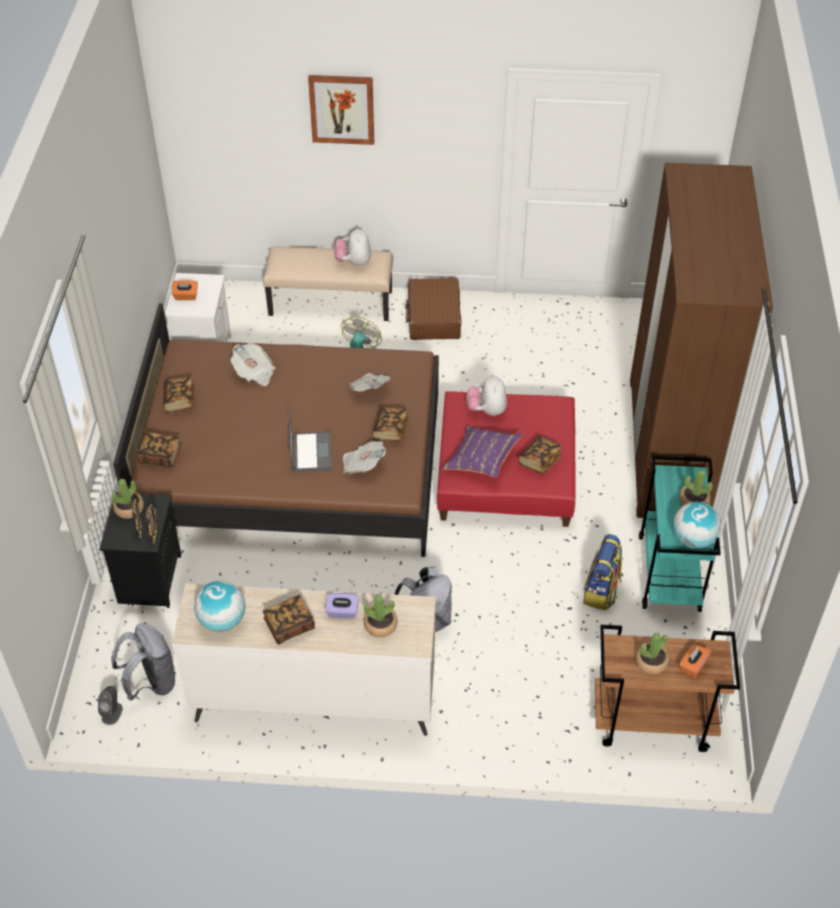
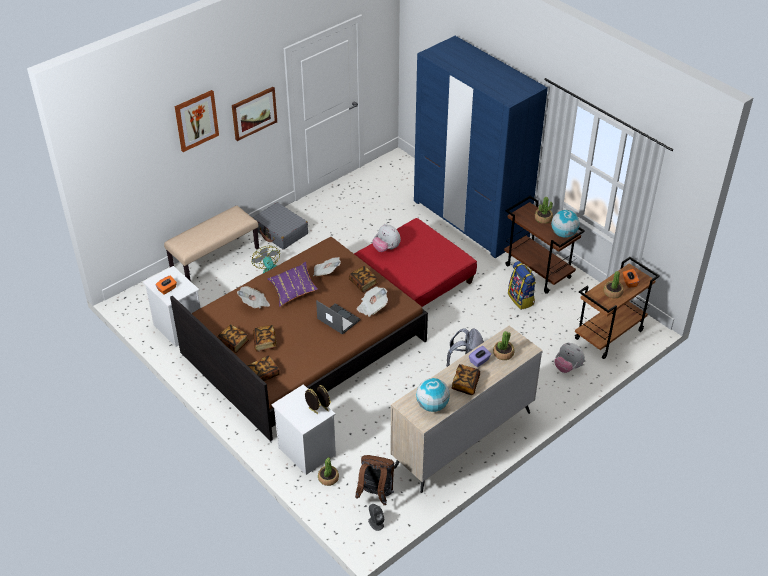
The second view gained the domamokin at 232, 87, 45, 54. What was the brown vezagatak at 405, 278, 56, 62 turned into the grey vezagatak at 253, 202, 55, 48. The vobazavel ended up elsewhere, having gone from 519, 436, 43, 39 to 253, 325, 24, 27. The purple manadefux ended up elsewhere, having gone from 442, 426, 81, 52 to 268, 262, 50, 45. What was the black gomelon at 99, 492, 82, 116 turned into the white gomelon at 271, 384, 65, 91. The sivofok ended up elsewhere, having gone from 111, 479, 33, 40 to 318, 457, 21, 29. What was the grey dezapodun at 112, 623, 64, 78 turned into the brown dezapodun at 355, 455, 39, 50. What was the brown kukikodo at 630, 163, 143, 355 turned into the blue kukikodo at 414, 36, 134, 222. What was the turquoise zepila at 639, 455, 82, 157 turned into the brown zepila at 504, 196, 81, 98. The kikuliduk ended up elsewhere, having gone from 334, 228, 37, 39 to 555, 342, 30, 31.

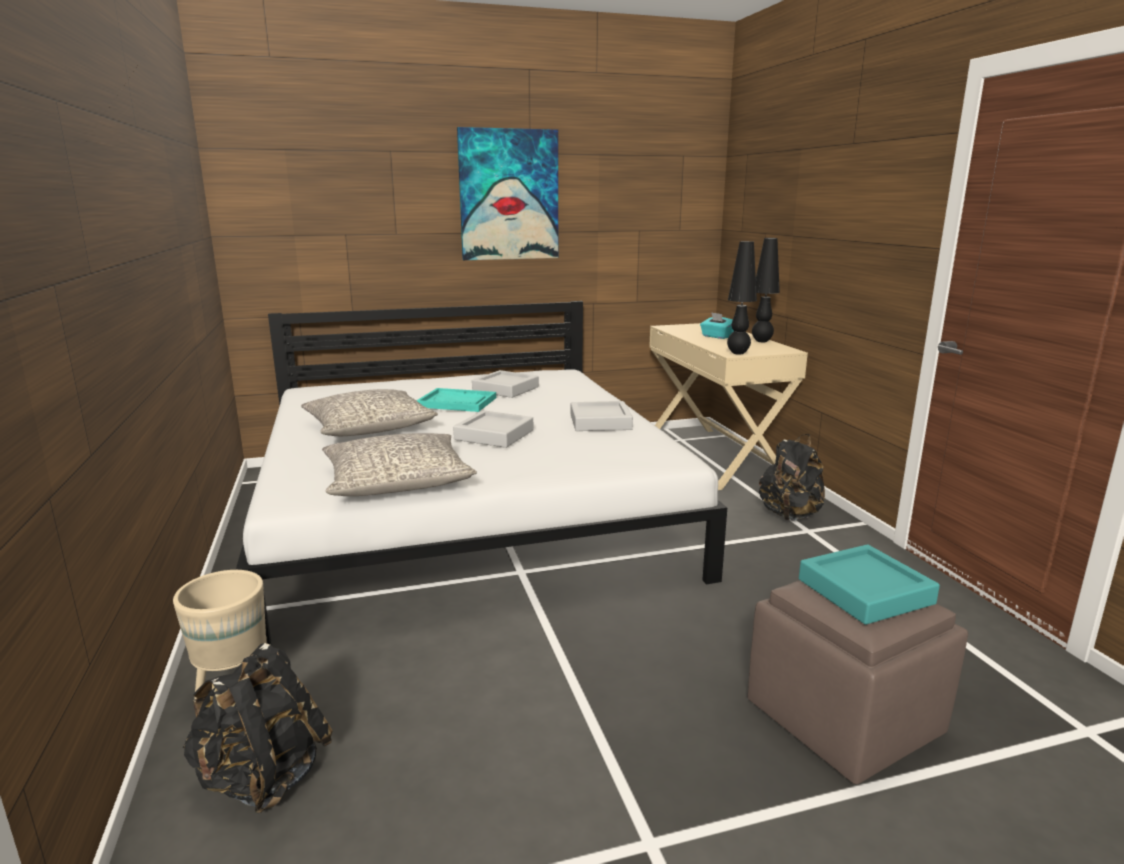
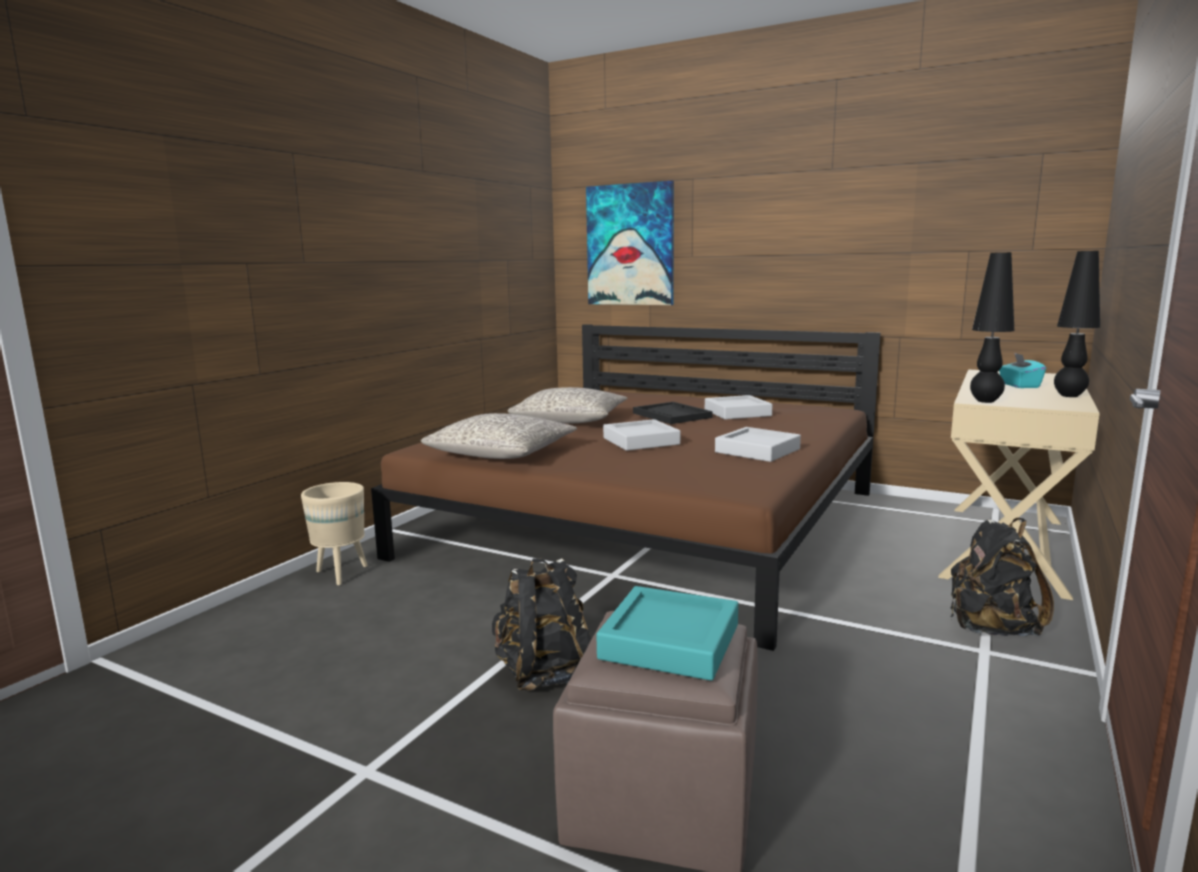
What was the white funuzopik at 236, 301, 491, 345 turned into the brown funuzopik at 371, 324, 510, 327. The black dezapodun ended up elsewhere, having gone from 182, 643, 151, 171 to 492, 558, 99, 133. The domamokin ended up elsewhere, having gone from 457, 127, 101, 133 to 586, 181, 88, 124. What was the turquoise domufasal at 416, 388, 80, 24 turned into the black domufasal at 633, 402, 80, 22.

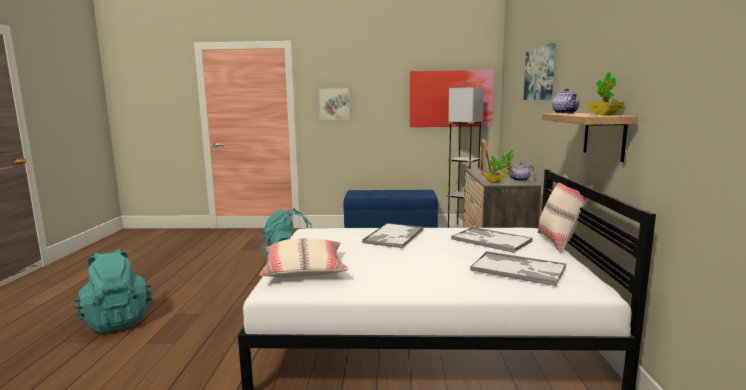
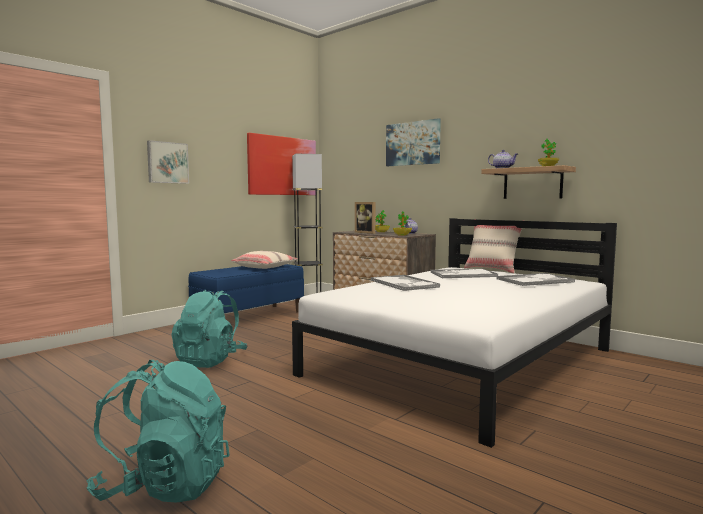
The beige manadefux ended up elsewhere, having gone from 260, 238, 88, 40 to 231, 251, 67, 18.

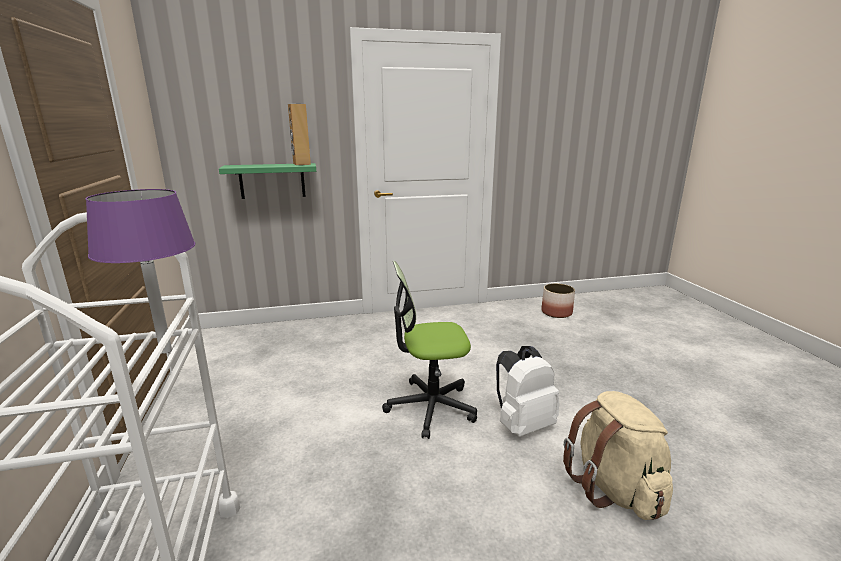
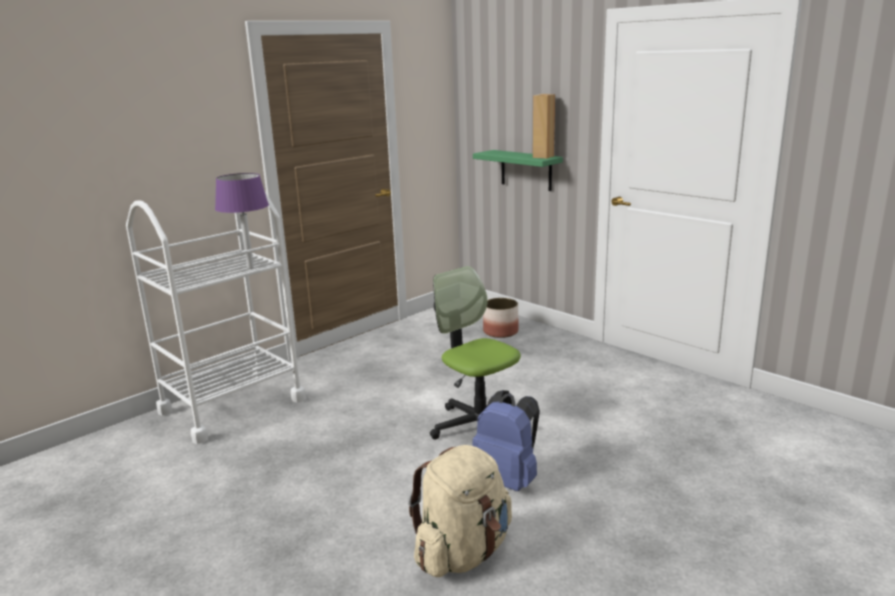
What was the white dezapodun at 496, 346, 63, 91 turned into the blue dezapodun at 472, 390, 68, 101. The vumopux ended up elsewhere, having gone from 541, 283, 34, 35 to 483, 298, 36, 40.

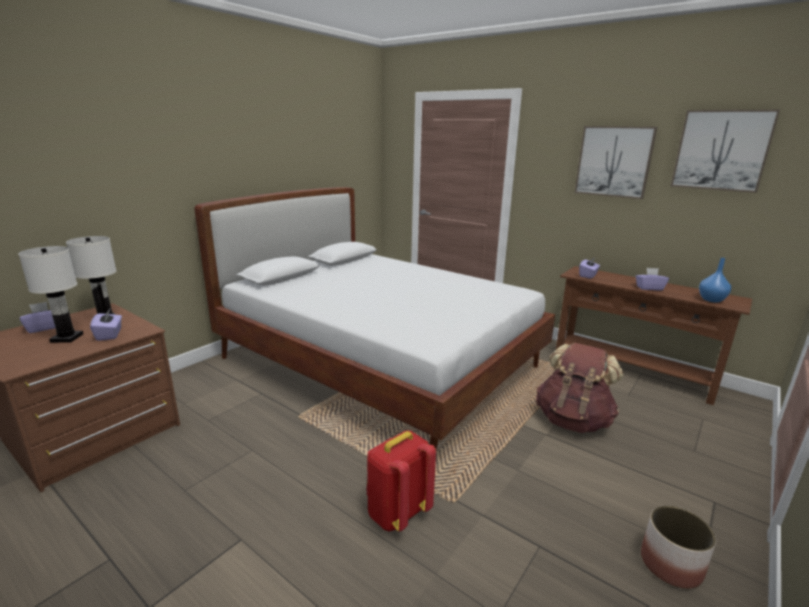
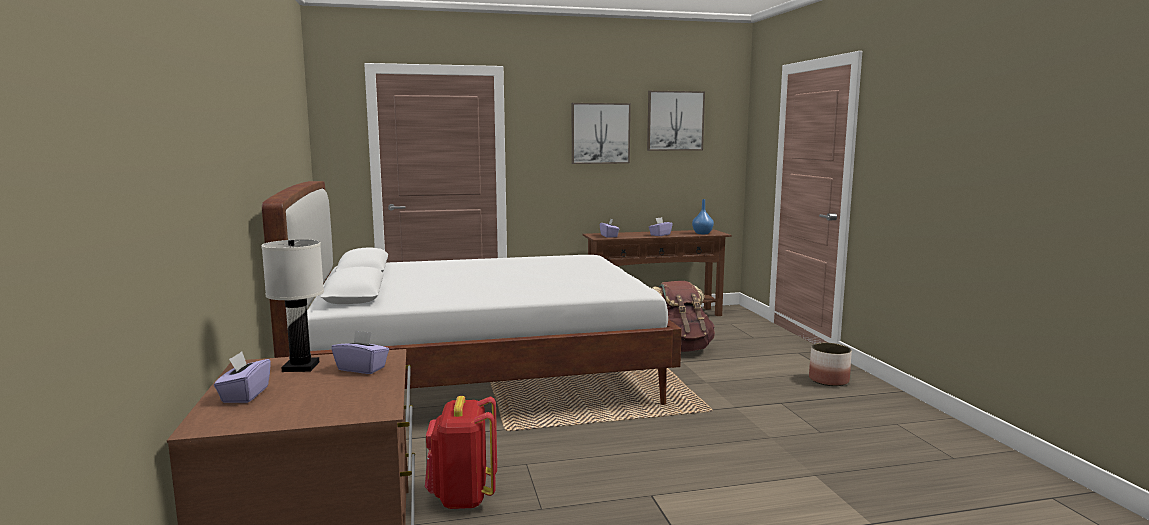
The red dezapodun ended up elsewhere, having gone from 366, 431, 70, 101 to 425, 396, 72, 113. The second view lost the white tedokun at 18, 246, 65, 97.

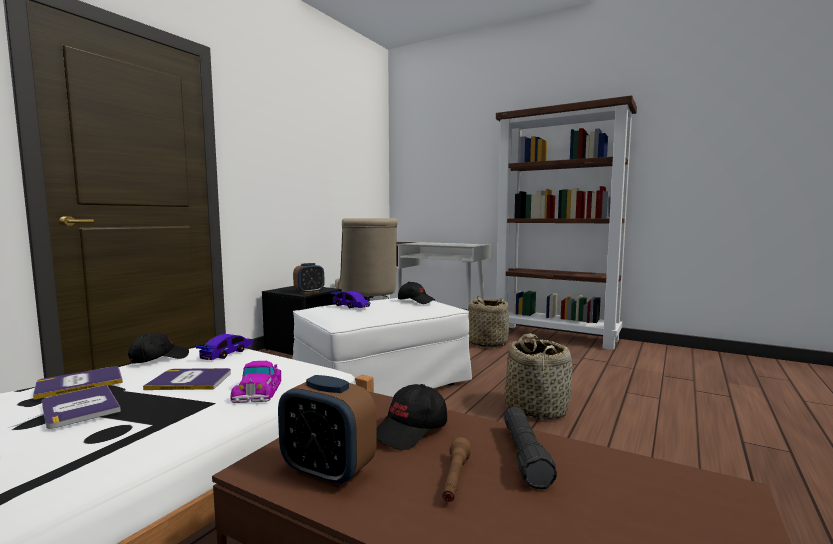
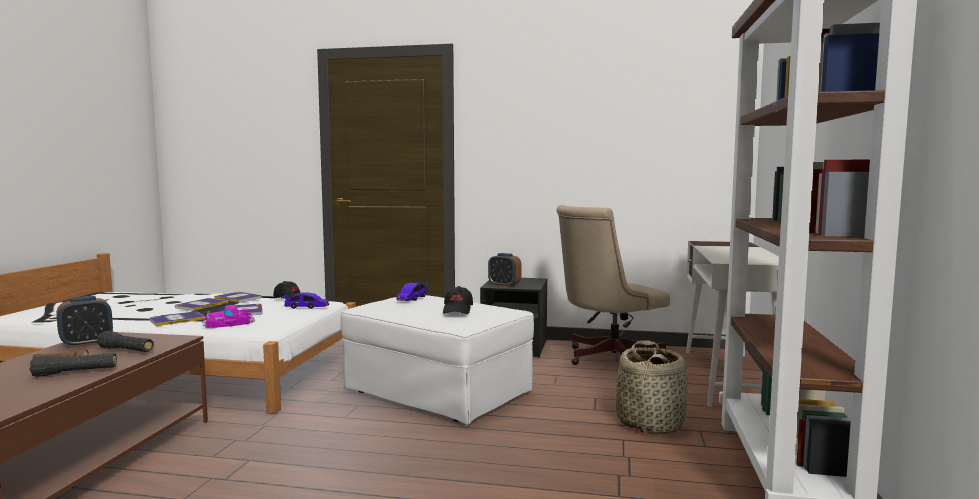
The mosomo at 278, 375, 99, 113 ended up facing another way, 135 degrees counterclockwise from before. Where the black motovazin stood at 376, 384, 71, 66, the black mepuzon came to stand at 97, 331, 57, 21. The second view gained the vobazavel at 150, 311, 55, 15. The second view lost the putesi at 504, 333, 68, 87.

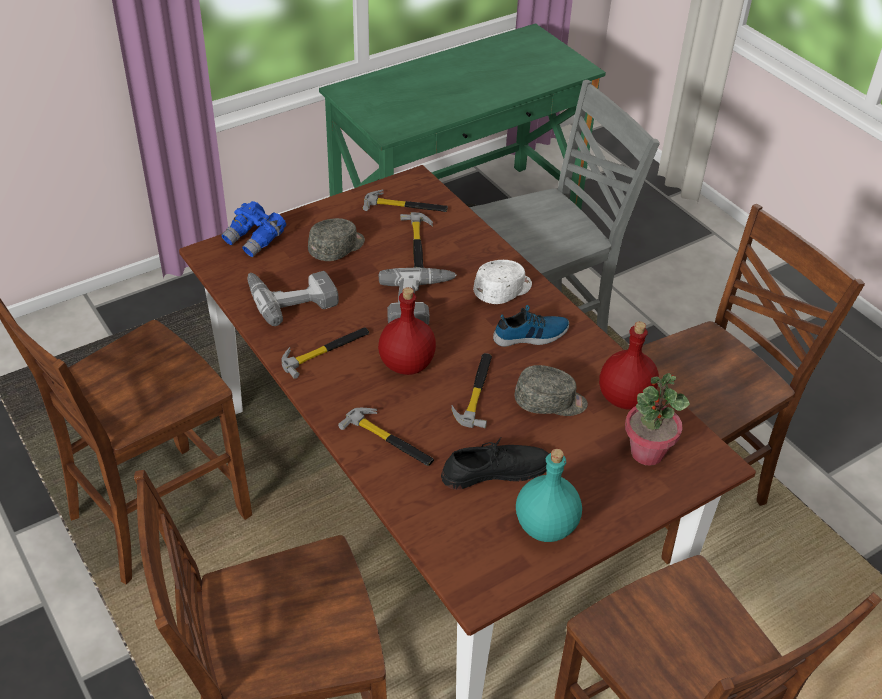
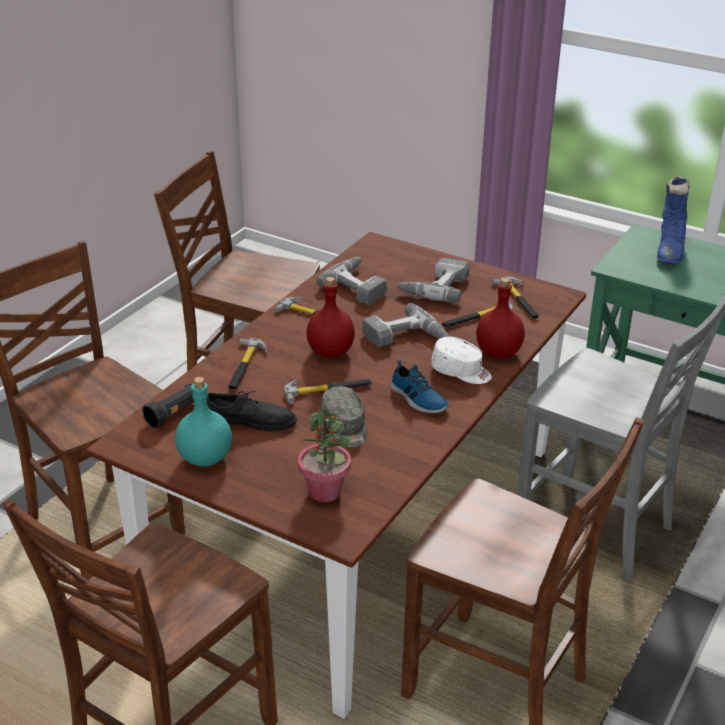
The second view gained the black mepuzon at 142, 383, 52, 45. The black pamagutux at 441, 437, 108, 53 ended up facing another way, 45 degrees counterclockwise from before. Where the grey motovazin stood at 308, 218, 57, 43, the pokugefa came to stand at 396, 258, 73, 44. The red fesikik ended up elsewhere, having gone from 599, 321, 60, 89 to 476, 278, 49, 80. The second view gained the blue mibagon at 657, 175, 33, 88. The second view lost the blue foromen at 221, 201, 65, 56.

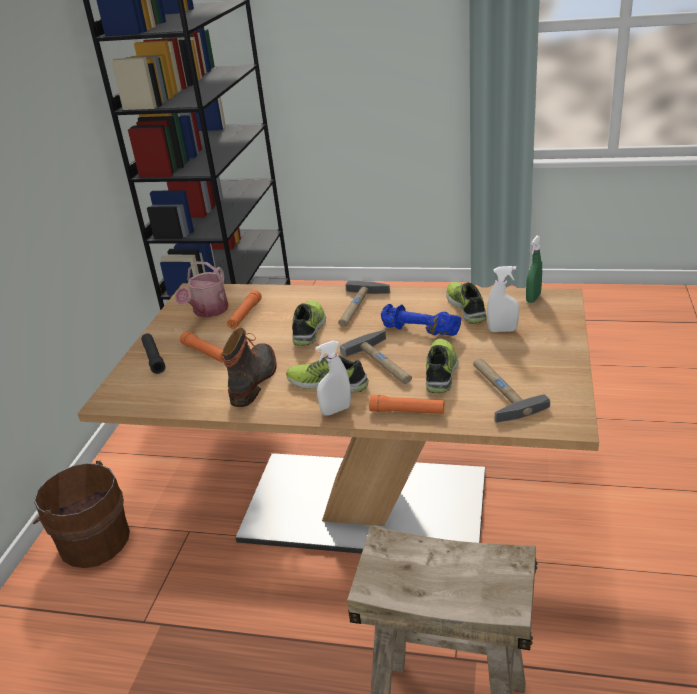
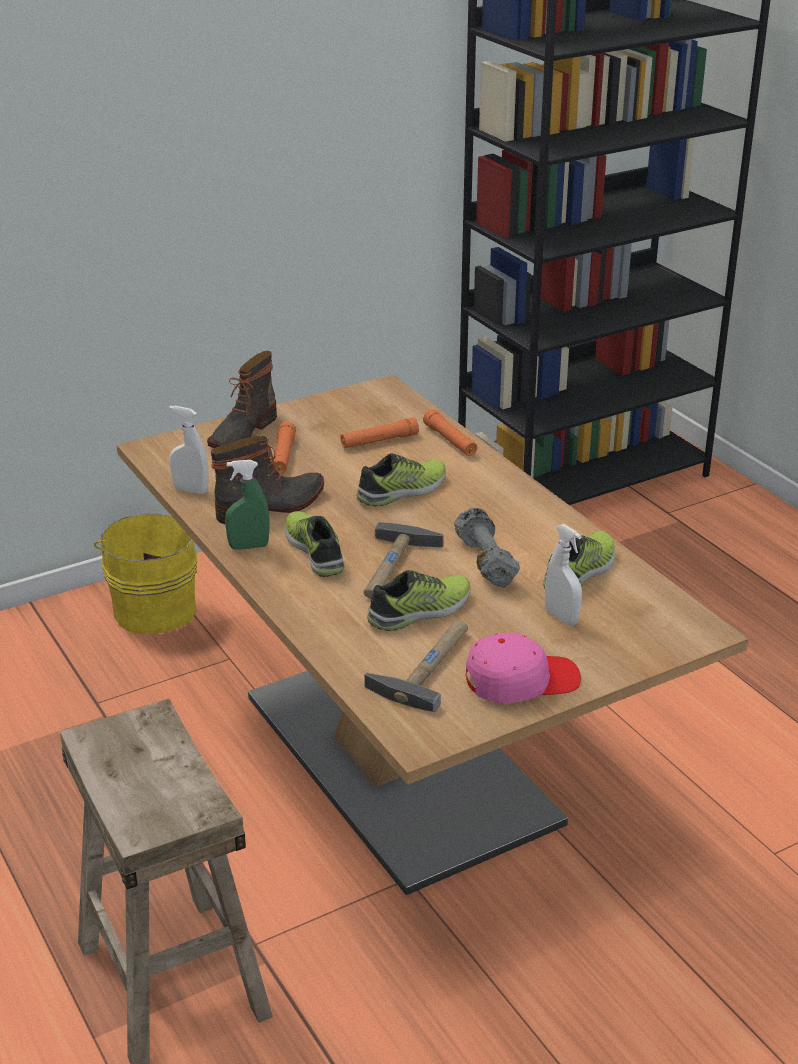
What was the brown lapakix at 33, 461, 97, 107 turned into the yellow lapakix at 94, 513, 103, 121. The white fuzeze ended up elsewhere, having gone from 315, 341, 36, 75 to 169, 406, 40, 88. Where the black mepuzon stood at 141, 333, 25, 41, the mibagon came to stand at 207, 351, 70, 97. The green fuzeze ended up elsewhere, having gone from 526, 235, 16, 68 to 225, 460, 45, 90. The orange mepuzon ended up elsewhere, having gone from 369, 395, 76, 19 to 423, 409, 54, 47. What was the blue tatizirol at 381, 304, 80, 32 turned into the grey tatizirol at 454, 508, 66, 80. The second view gained the pink motovazin at 466, 632, 115, 71. The second view lost the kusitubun at 175, 261, 53, 57. The second view lost the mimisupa at 338, 281, 52, 45.

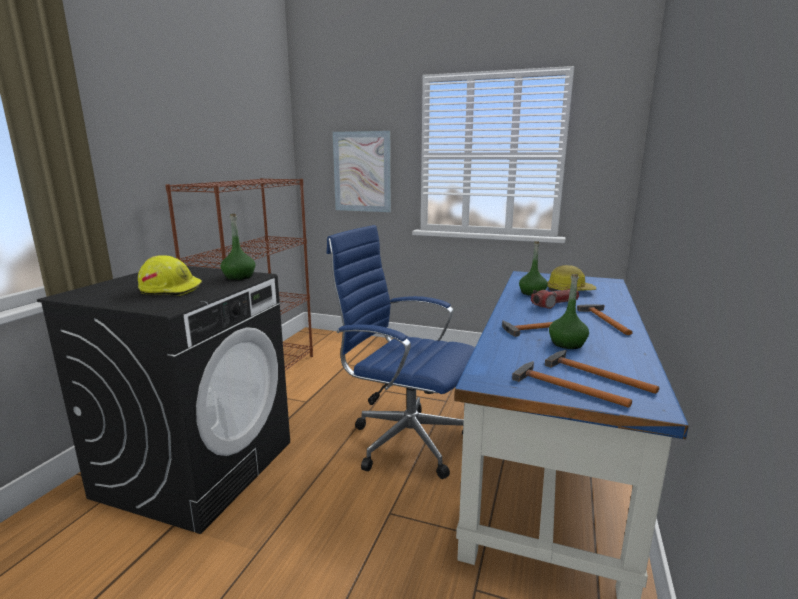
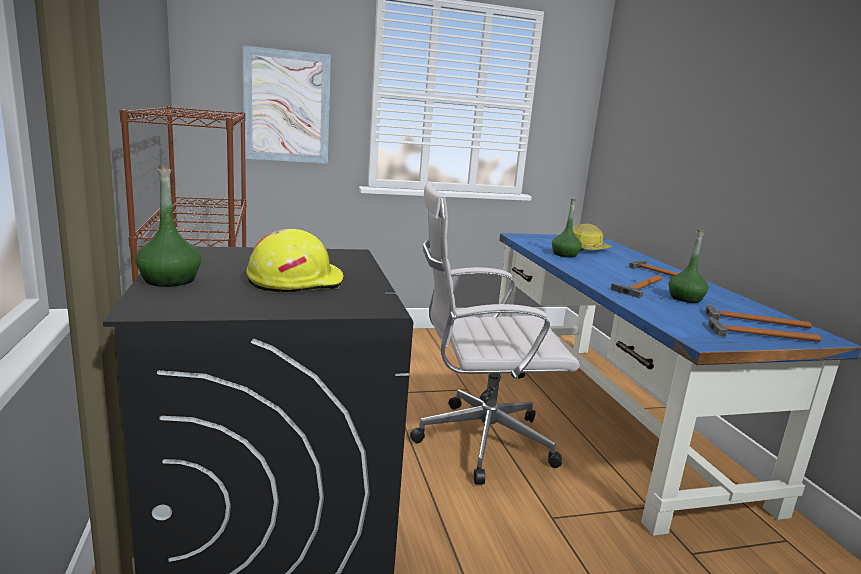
The green fesikik ended up elsewhere, having gone from 220, 214, 35, 66 to 135, 165, 66, 122. What was the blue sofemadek at 326, 225, 149, 254 turned into the white sofemadek at 410, 181, 170, 304. The second view lost the mepuzon at 531, 289, 48, 20.

